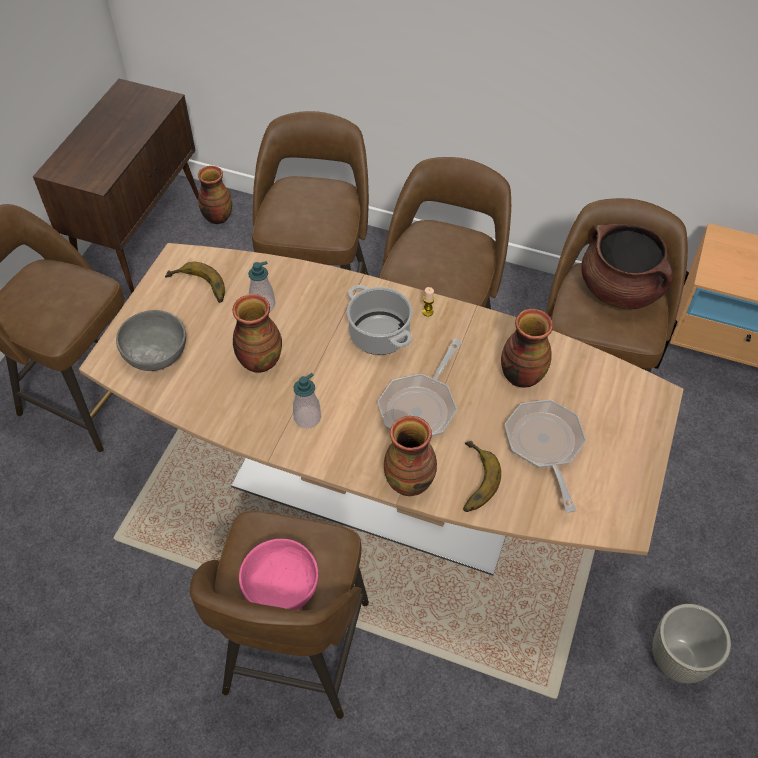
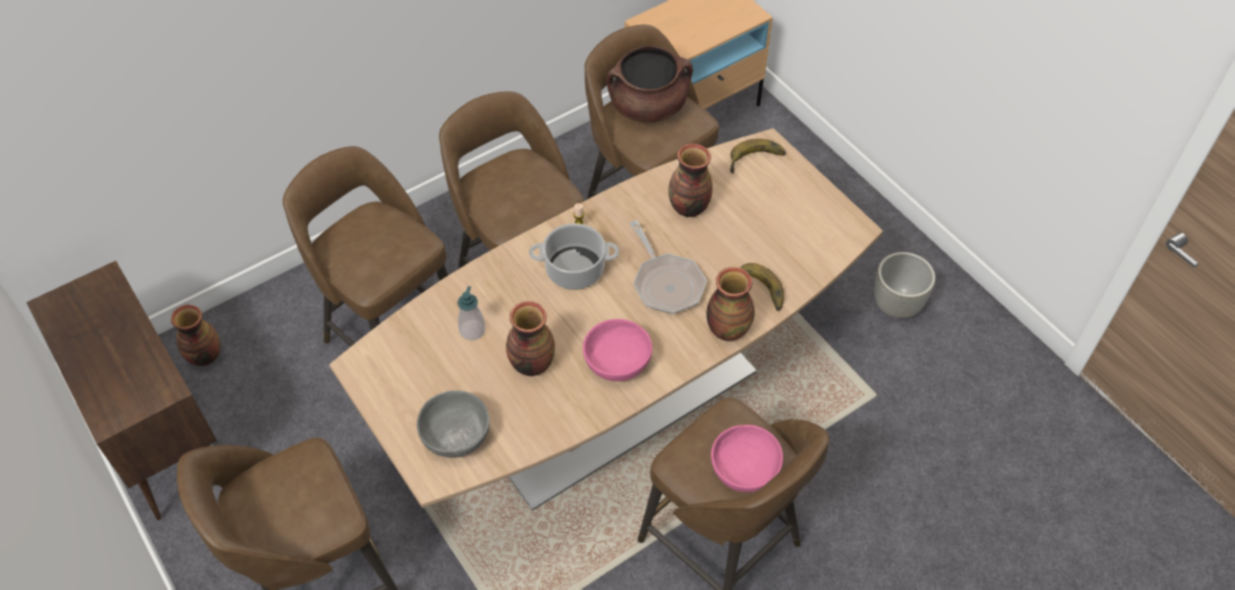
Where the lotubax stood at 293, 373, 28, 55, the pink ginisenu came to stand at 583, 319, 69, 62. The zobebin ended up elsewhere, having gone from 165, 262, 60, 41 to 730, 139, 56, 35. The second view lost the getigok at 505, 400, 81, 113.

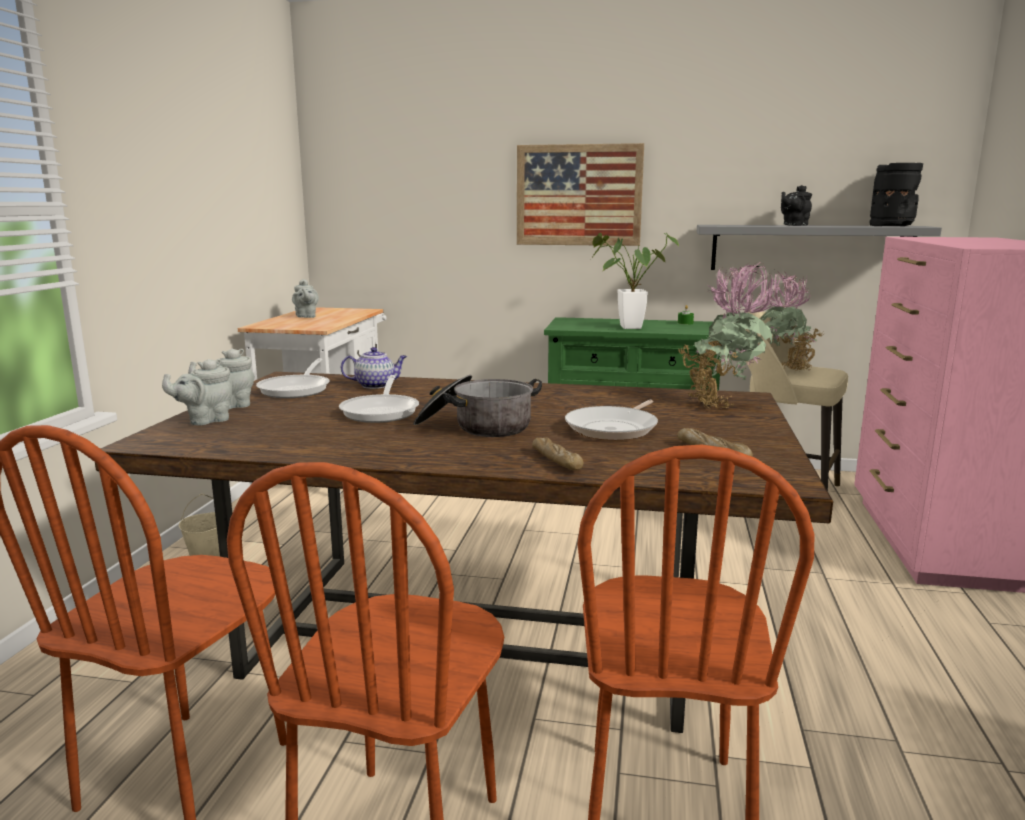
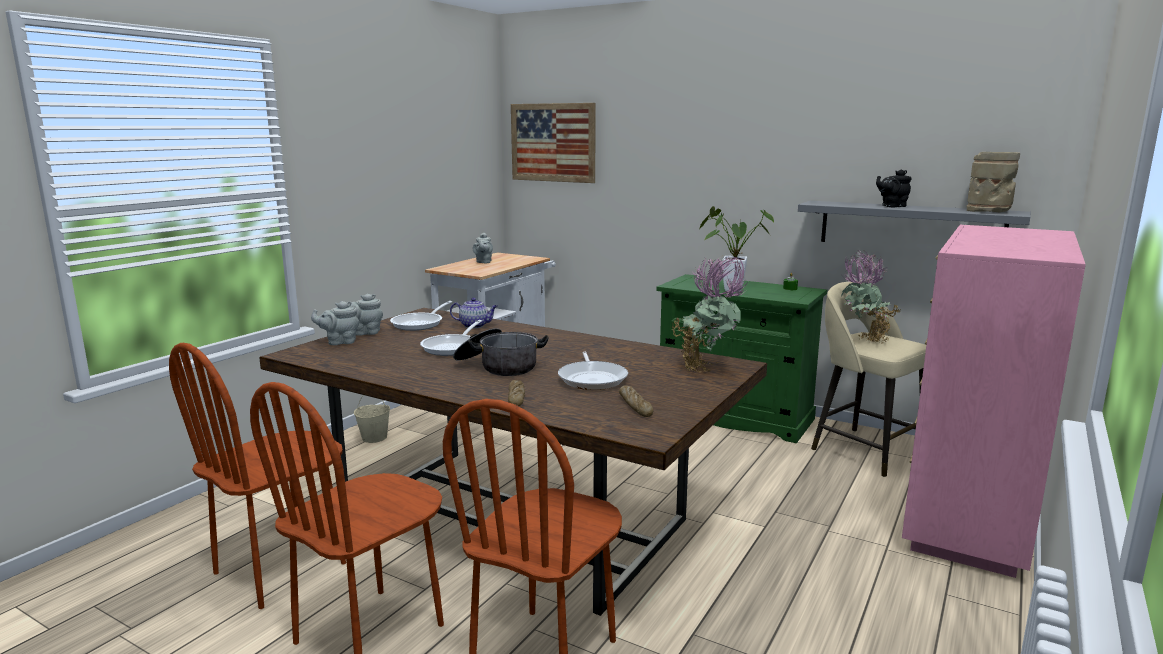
The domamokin ended up elsewhere, having gone from 517, 143, 127, 103 to 511, 103, 85, 80. The getigok at 565, 400, 93, 40 ended up facing another way, 60 degrees counterclockwise from before. What was the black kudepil at 869, 163, 54, 63 turned into the beige kudepil at 967, 152, 53, 60.

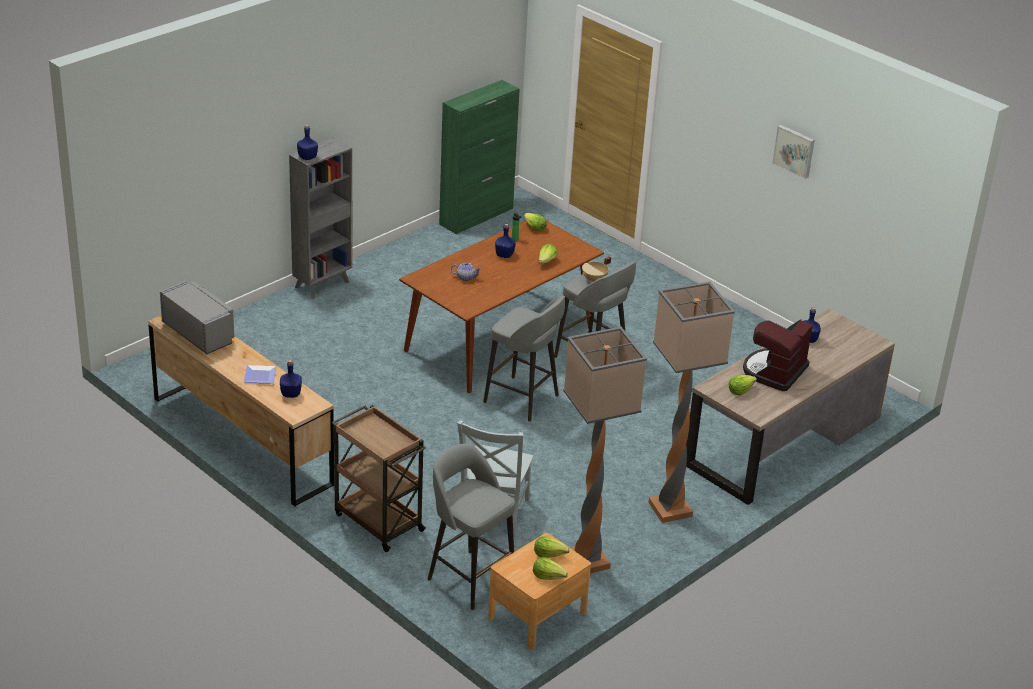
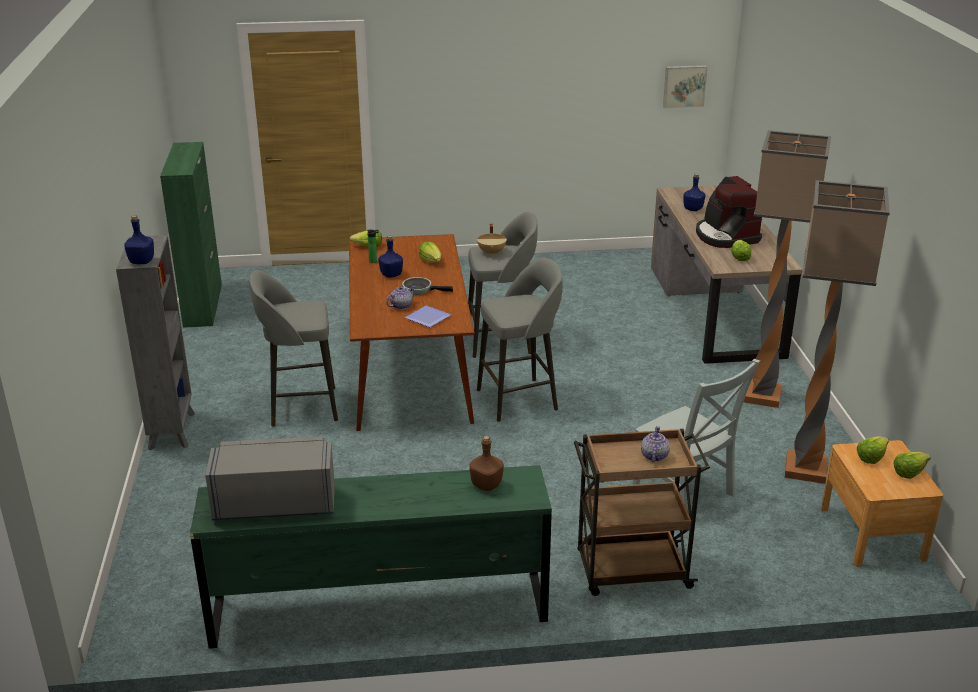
What was the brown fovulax at 148, 315, 186, 192 turned into the green fovulax at 190, 465, 362, 183. The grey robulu ended up elsewhere, having gone from 427, 444, 88, 166 to 249, 270, 89, 157. The second view gained the getigok at 402, 277, 51, 18. The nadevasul ended up elsewhere, having gone from 244, 365, 33, 19 to 405, 306, 46, 21. What was the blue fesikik at 280, 360, 22, 38 turned into the brown fesikik at 469, 436, 35, 55. The second view gained the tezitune at 641, 426, 29, 36. The domamokin ended up elsewhere, having gone from 772, 125, 42, 54 to 663, 65, 45, 43.

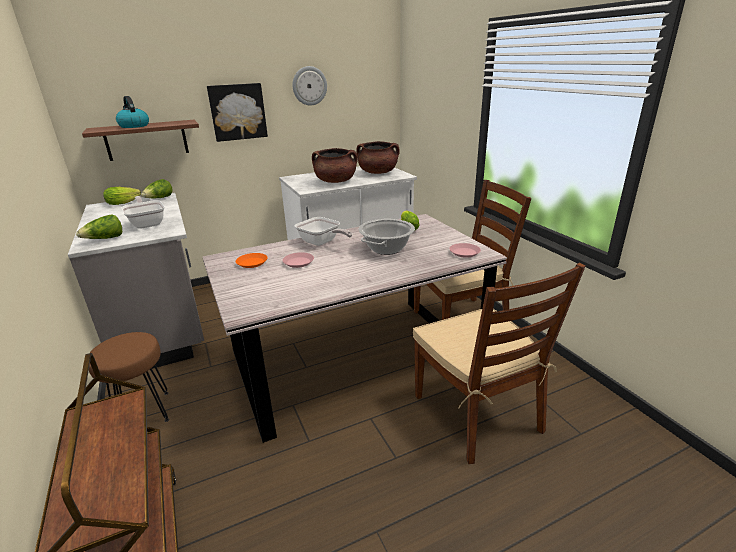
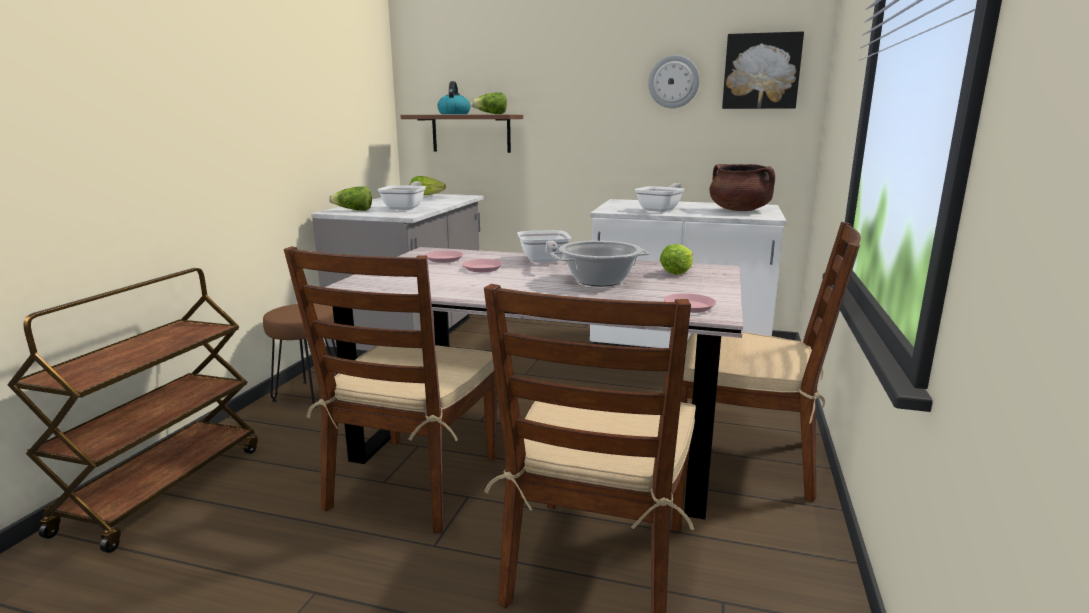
The second view gained the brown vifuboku at 284, 246, 213, 287. What was the orange nadevasul at 236, 253, 31, 15 turned into the pink nadevasul at 425, 250, 38, 13. The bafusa ended up elsewhere, having gone from 141, 179, 32, 19 to 470, 92, 37, 22. Where the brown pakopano stood at 312, 148, 46, 35, the getigok came to stand at 635, 183, 49, 29. The domamokin ended up elsewhere, having gone from 207, 83, 61, 59 to 722, 31, 82, 78.

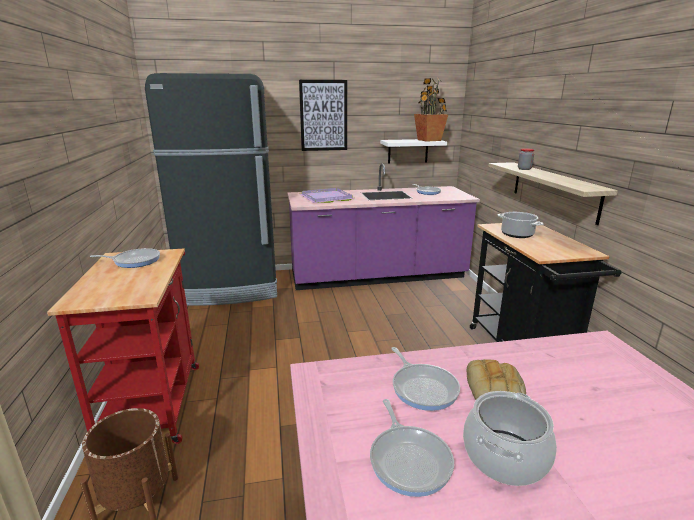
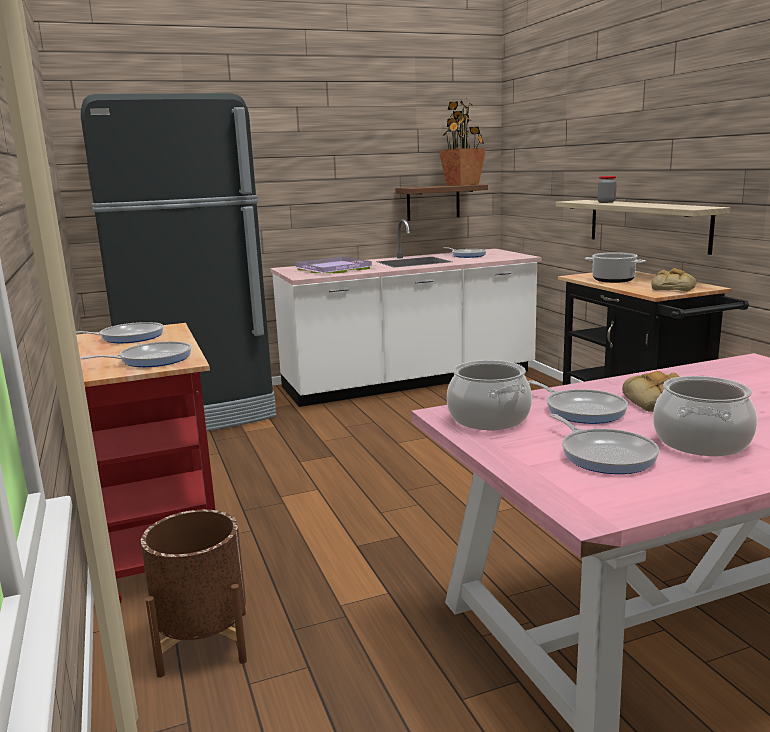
The second view gained the getigok at 80, 341, 112, 26. What was the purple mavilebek at 288, 164, 192, 126 turned into the white mavilebek at 271, 219, 271, 188. What was the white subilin at 380, 139, 67, 25 turned into the brown subilin at 395, 184, 93, 37. The second view gained the pakopano at 447, 360, 85, 70. The second view gained the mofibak at 651, 268, 45, 24. The second view lost the domamokin at 299, 80, 48, 71.

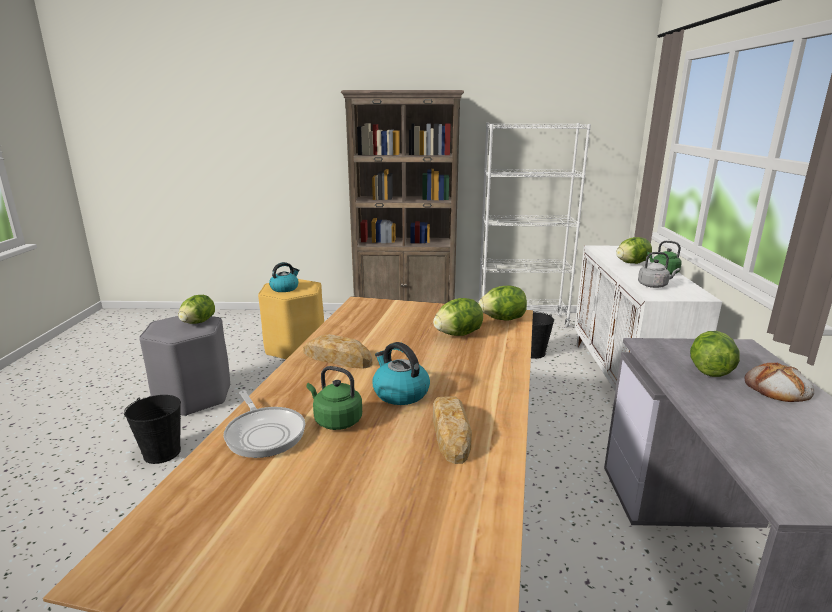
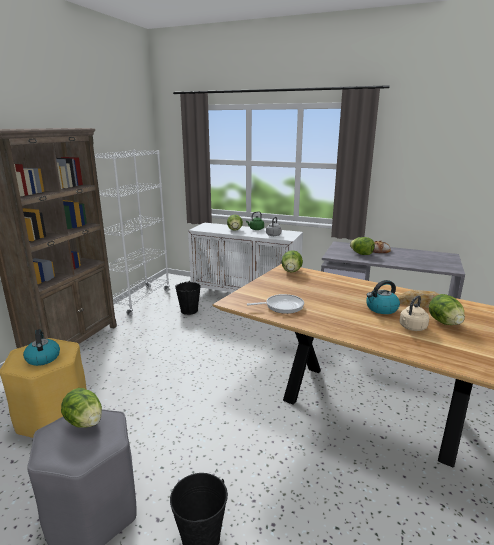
The getigok ended up elsewhere, having gone from 224, 390, 81, 68 to 247, 294, 57, 20. What was the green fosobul at 307, 366, 55, 64 turned into the beige fosobul at 399, 295, 30, 36. The bafusa ended up elsewhere, having gone from 433, 298, 50, 38 to 429, 294, 36, 31. The second view lost the mofibak at 303, 334, 69, 35.

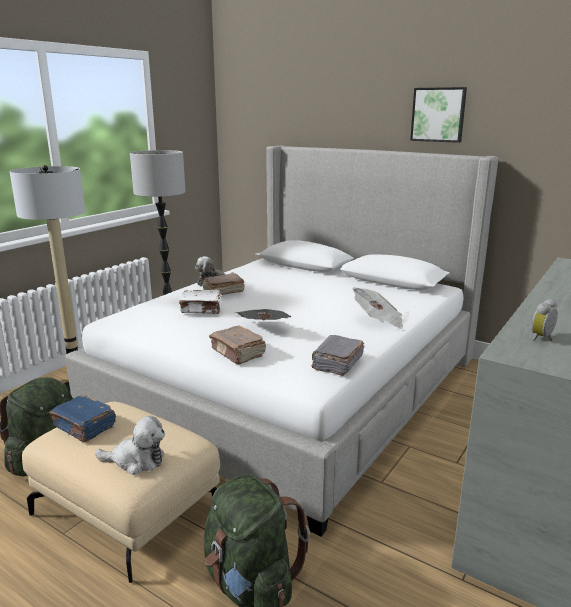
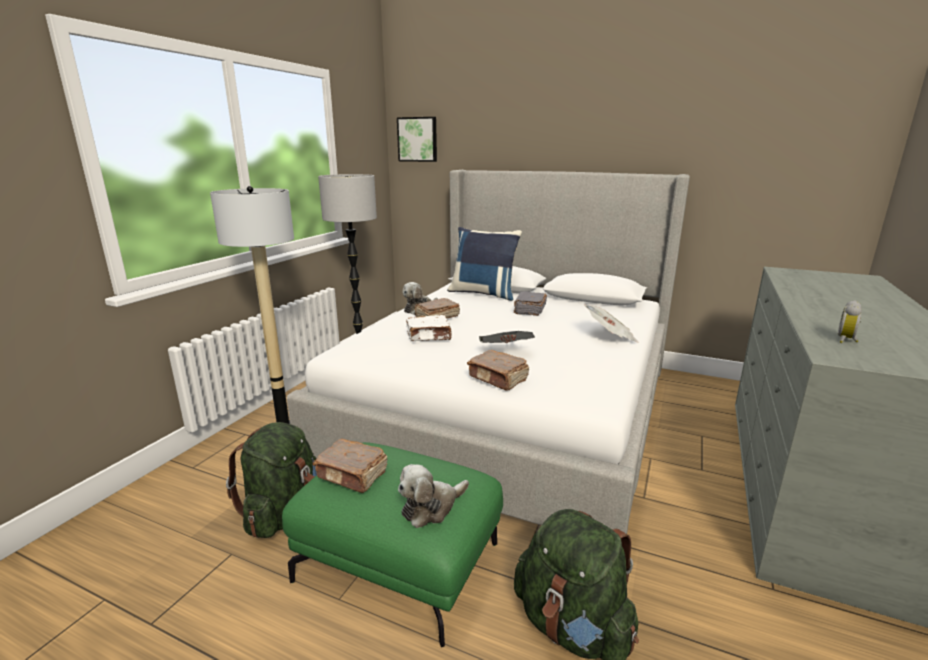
What was the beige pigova at 22, 402, 198, 181 turned into the green pigova at 282, 442, 221, 205. What was the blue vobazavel at 49, 395, 67, 47 turned into the brown vobazavel at 312, 439, 76, 54. The domamokin ended up elsewhere, having gone from 410, 87, 57, 56 to 397, 117, 40, 45. The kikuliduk at 95, 416, 70, 59 ended up facing another way, 150 degrees clockwise from before. The second view gained the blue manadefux at 447, 227, 75, 74. The grey vobazavel ended up elsewhere, having gone from 311, 335, 53, 41 to 514, 291, 33, 25.

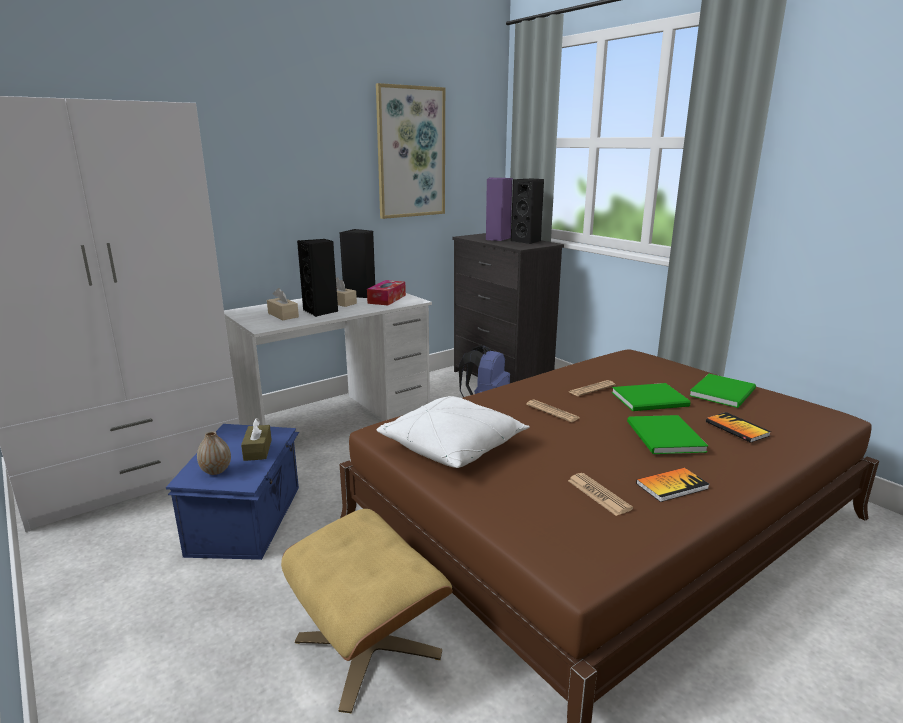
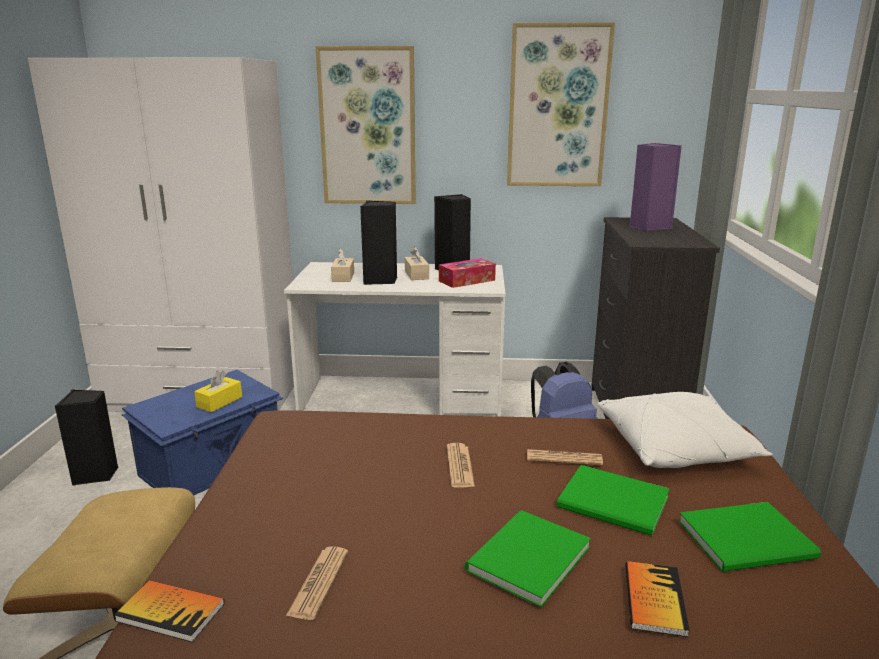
The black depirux ended up elsewhere, having gone from 511, 178, 33, 66 to 55, 389, 63, 96. The vobazavel ended up elsewhere, having gone from 636, 468, 73, 34 to 114, 580, 111, 62. What was the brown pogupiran at 241, 418, 31, 43 turned into the yellow pogupiran at 194, 370, 48, 42. The second view gained the domamokin at 316, 46, 100, 158. The white manadefux ended up elsewhere, having gone from 377, 396, 153, 72 to 598, 392, 174, 76. The second view lost the kudepil at 197, 431, 34, 44.

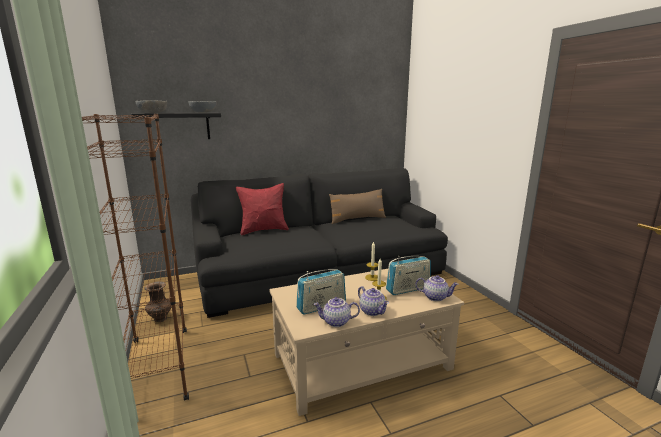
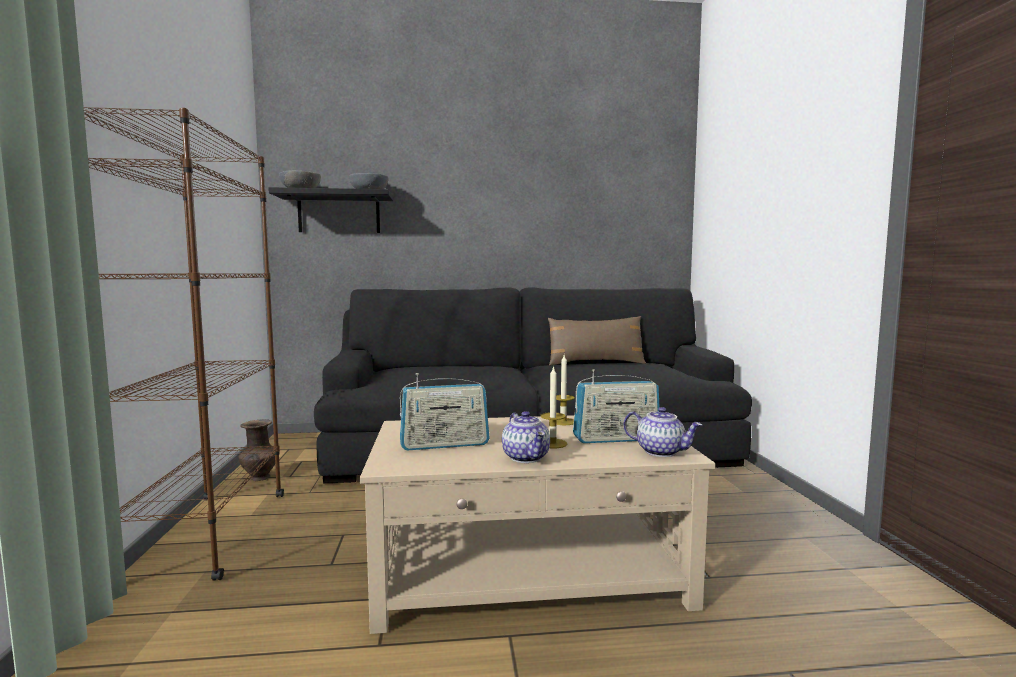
The second view lost the red manadefux at 236, 183, 53, 52. The second view lost the tezitune at 313, 297, 47, 30.

